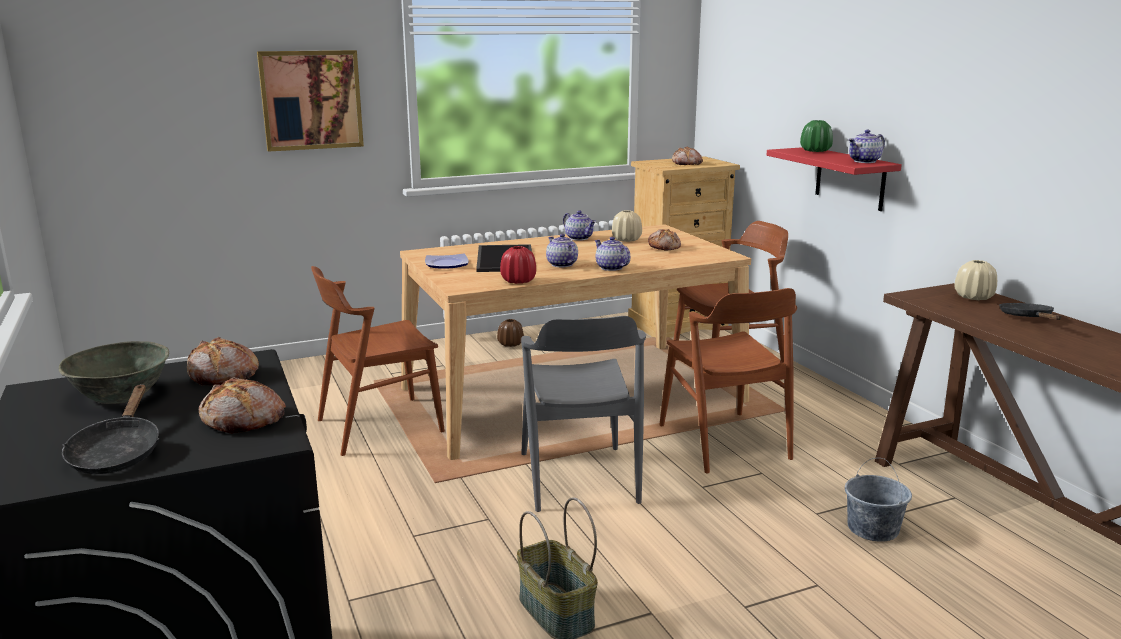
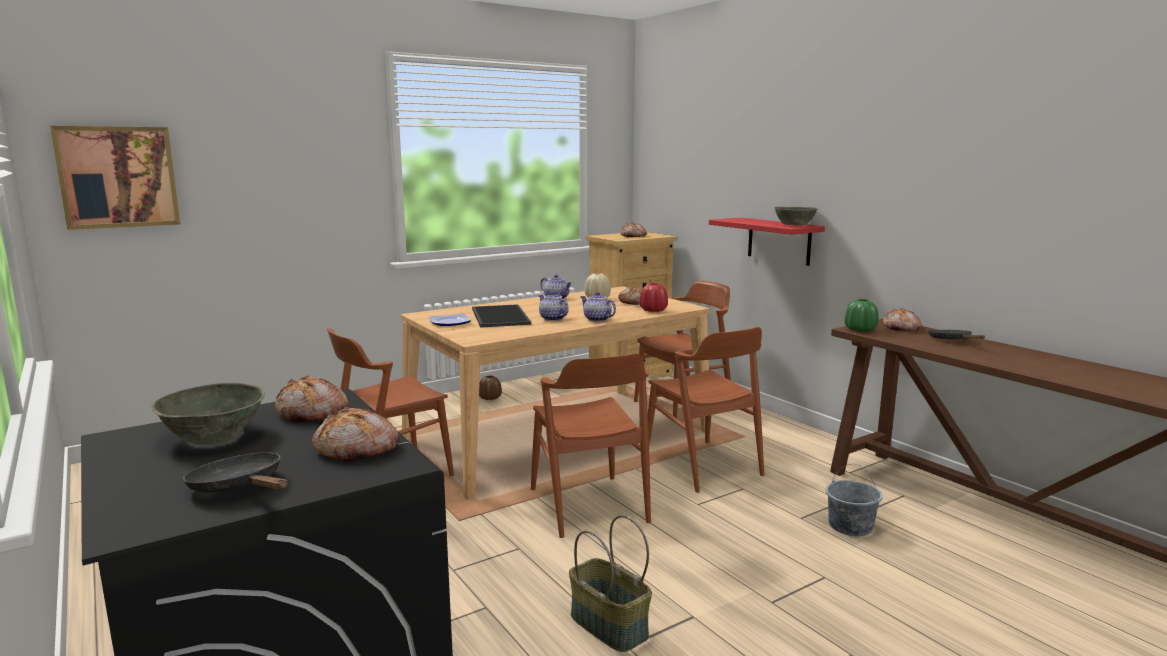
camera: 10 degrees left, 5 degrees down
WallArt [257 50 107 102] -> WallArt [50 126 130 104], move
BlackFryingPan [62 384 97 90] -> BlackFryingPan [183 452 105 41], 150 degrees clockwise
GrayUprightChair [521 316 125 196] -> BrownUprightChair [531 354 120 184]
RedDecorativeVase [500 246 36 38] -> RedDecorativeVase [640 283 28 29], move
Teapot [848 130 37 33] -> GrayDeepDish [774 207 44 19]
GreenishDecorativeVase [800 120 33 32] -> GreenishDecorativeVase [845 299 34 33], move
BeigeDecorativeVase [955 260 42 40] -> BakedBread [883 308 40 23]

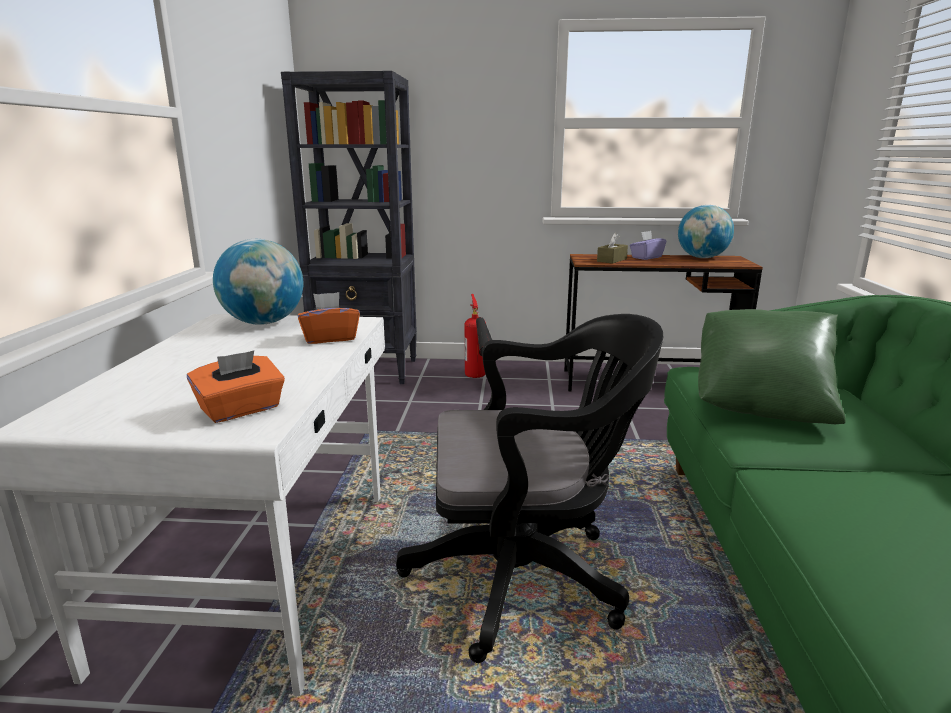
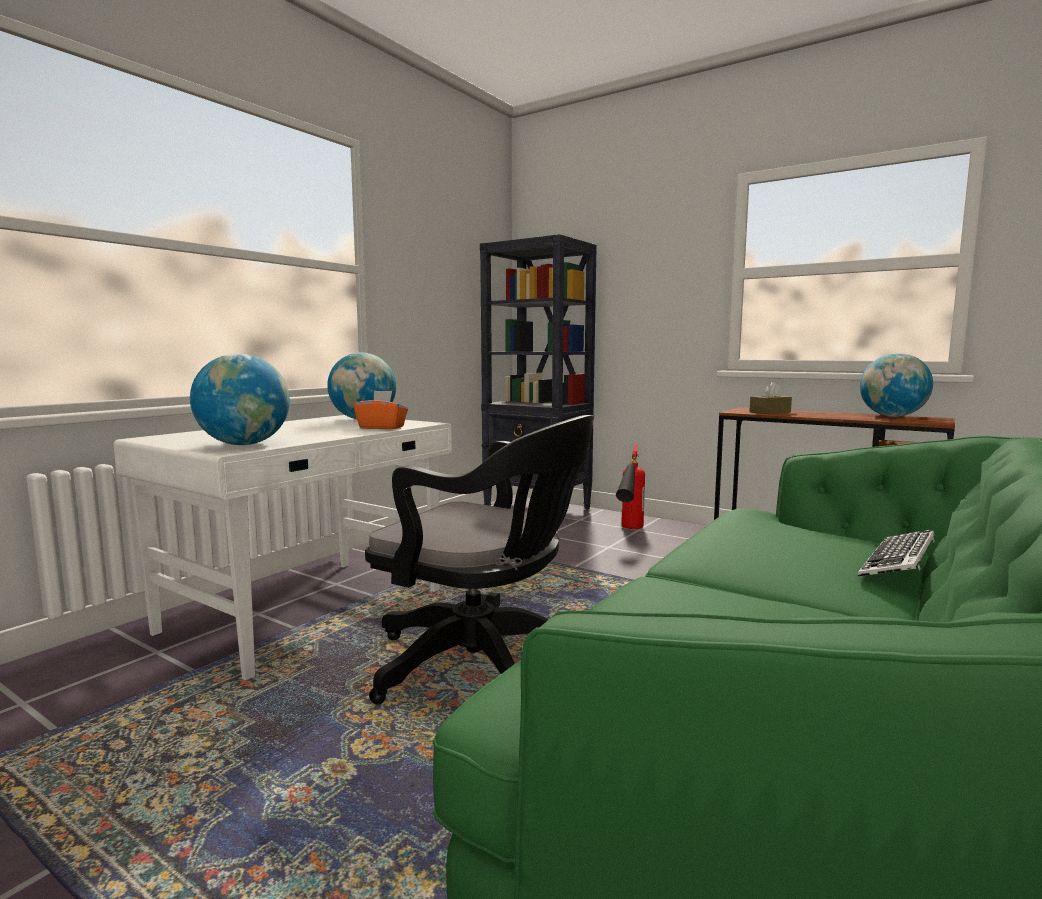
camera: 30 degrees right, 10 degrees down
OrangeColouredTissueBox [187 350 98 73] -> WorldGlobe [190 354 100 91]
none -> Keyboard [858 529 77 47]
PurpleTissueBox [629 231 37 29] -> none
GreenishPillow [698 309 148 115] -> none

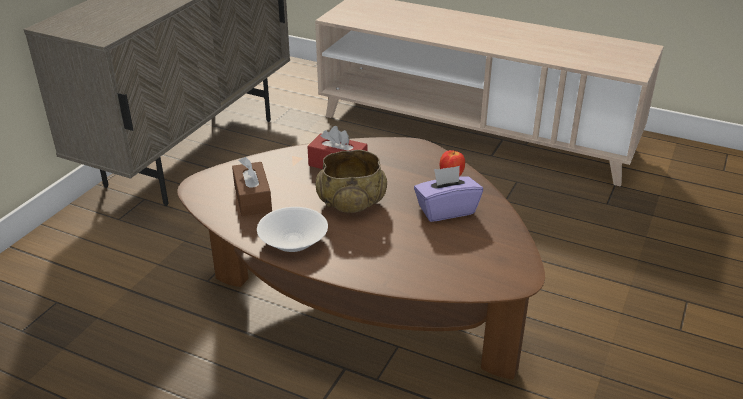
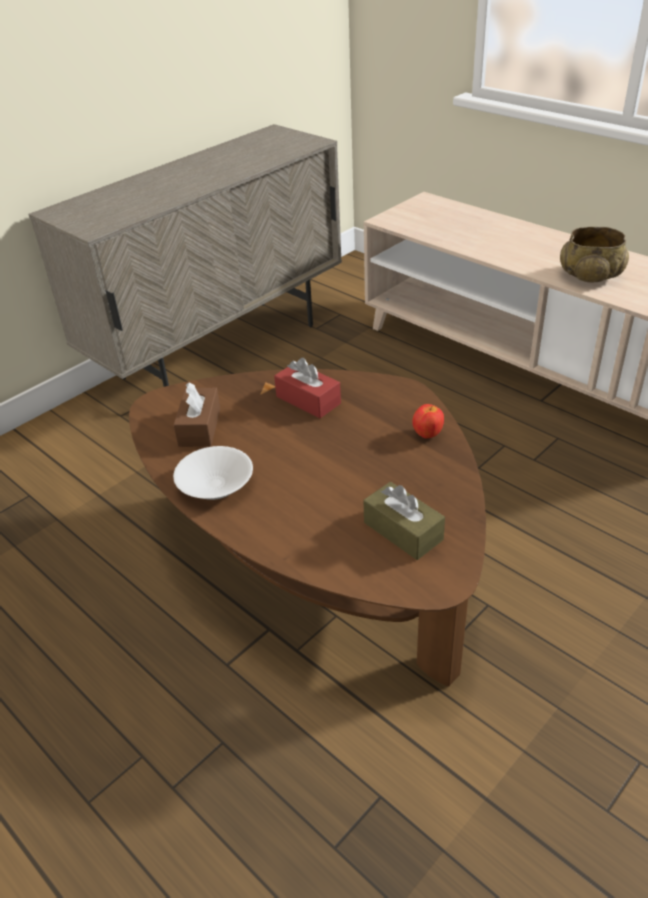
camera: 20 degrees right, 5 degrees up
none -> BrownTissueBox [364 482 81 78]
BeigeDeepDish [315 150 72 63] -> BeigeDeepDish [560 227 69 56], move
PurpleTissueBox [414 166 69 56] -> none

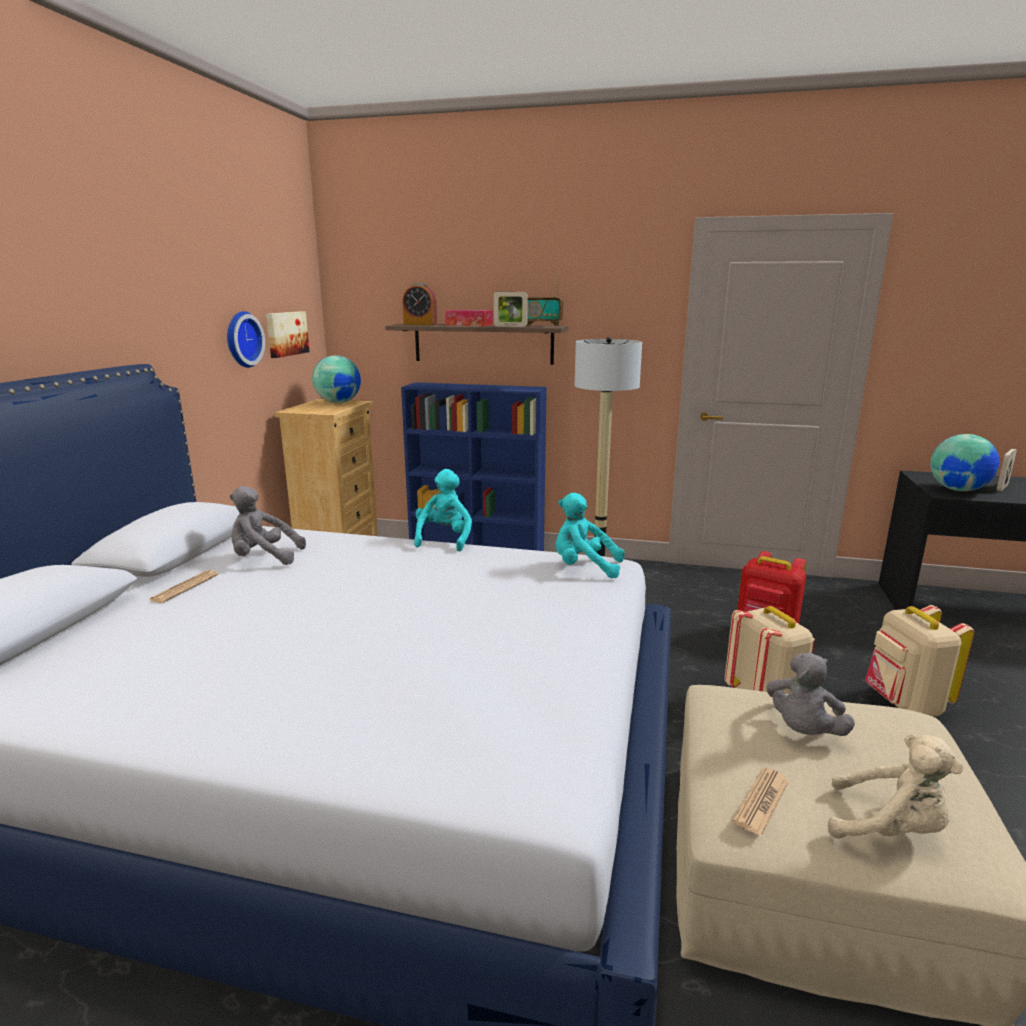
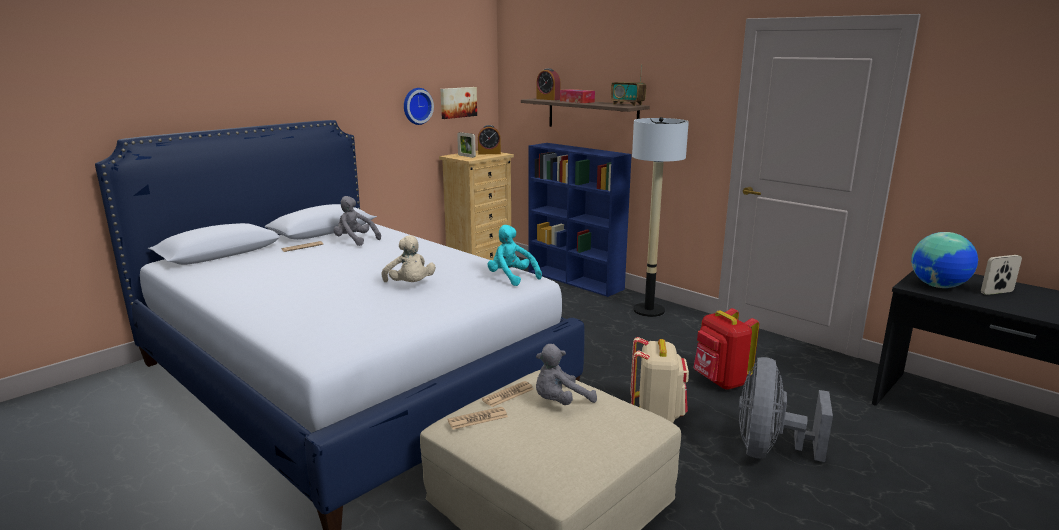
camera: 30 degrees right, 0 degrees up
BeigePlushToy [828 735 135 103] -> BeigePlushToy [382 235 54 47], move
StandingFrame [494 292 34 35] -> StandingFrame [457 132 19 26], move
WorldGlobe [312 355 49 48] -> BedsideClock [478 125 23 29]
none -> PrintedPaper [482 381 52 26]
BeigeRucksack [865 605 109 112] -> GrayElectricFan [739 357 94 105]
TurquoisePlushToy [414 469 58 82] -> none

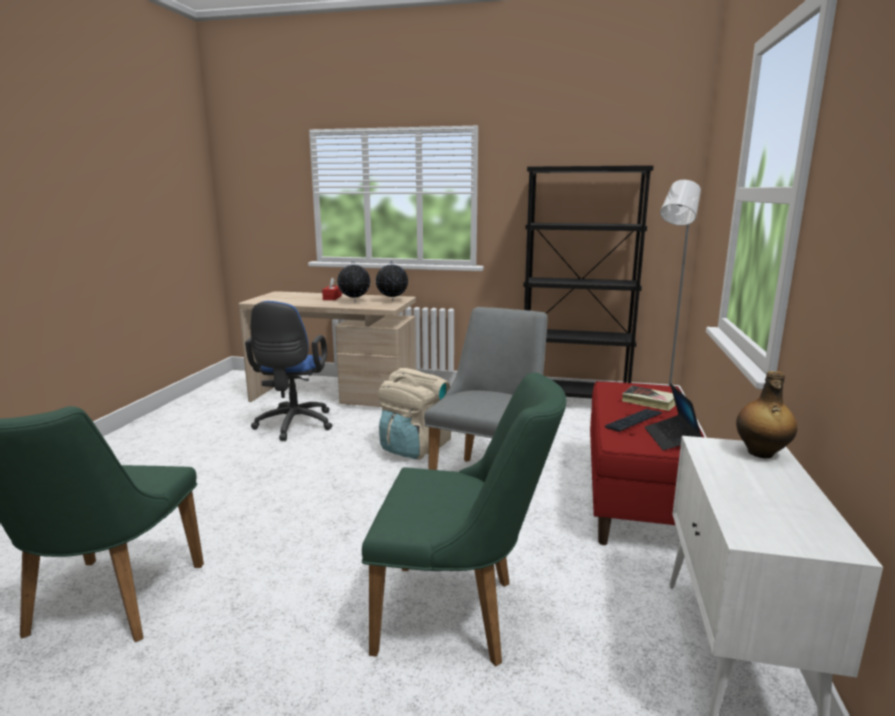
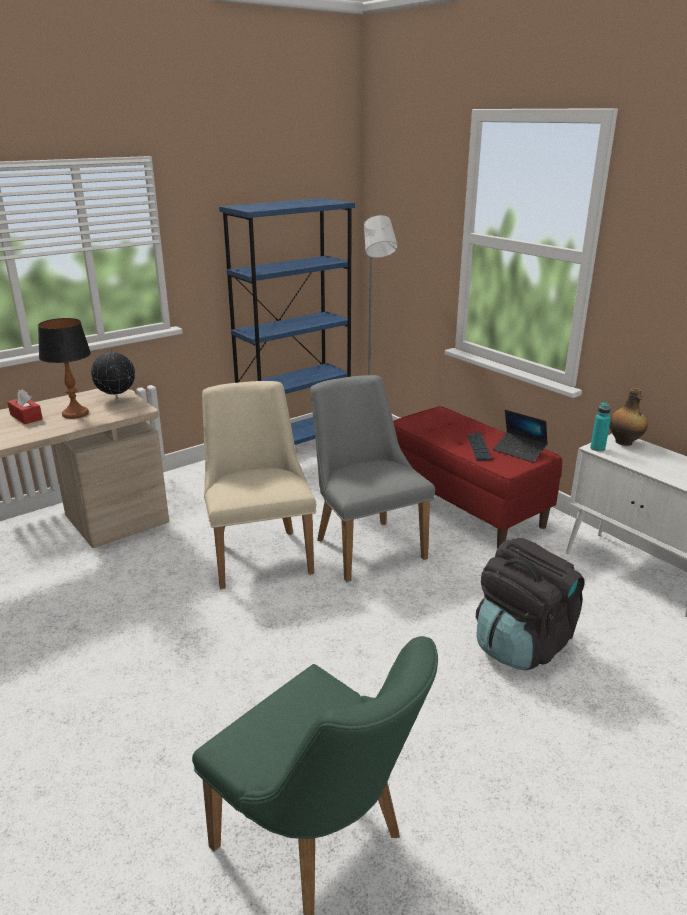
camera: 50 degrees left, 10 degrees up
WorldGlobe [337 263 33 38] -> TableLamp [38 318 53 101]
BeigeRucksack [378 368 73 91] -> BeigeUprightChair [202 381 114 208]
BlackShelvingUnit [523 165 131 234] -> BlueShelvingUnit [219 198 136 247]
GreenishUprightChair [362 372 204 294] -> BlackRucksack [476 538 109 132]
none -> TurquoiseBottle [590 402 21 50]
BlueComputerChair [245 301 88 140] -> none
Volume [622 386 54 25] -> none

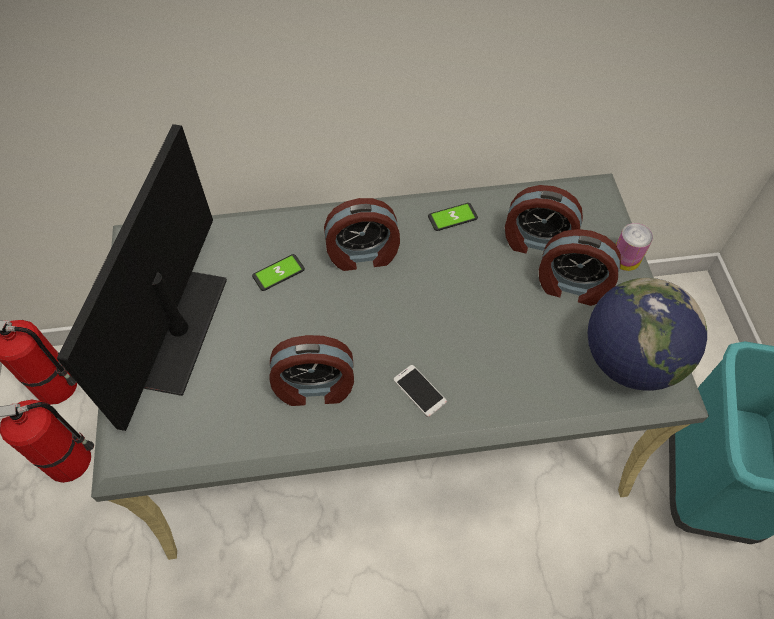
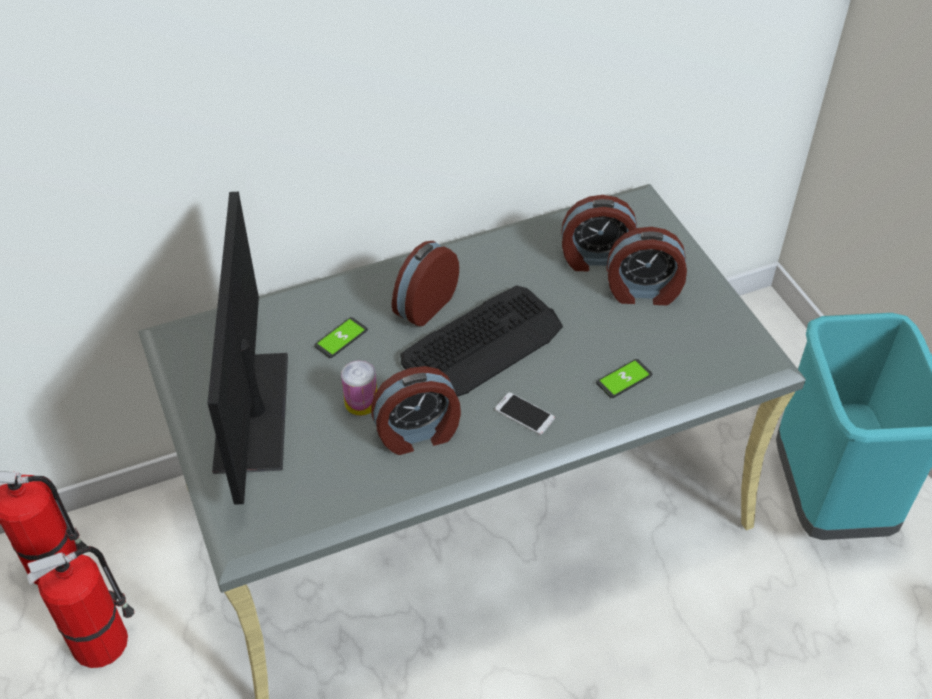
camera: 15 degrees left, 10 degrees down
MetalCan [616 223 37 48] -> MetalCan [341 361 36 55], move
BedsideClock [324 198 76 73] -> BedsideClock [392 241 67 85], 150 degrees clockwise
none -> Keyboard [400 285 163 112]
Telephone [428 203 50 28] -> Telephone [596 359 56 39], move
WorldGlobe [588 278 119 113] -> none

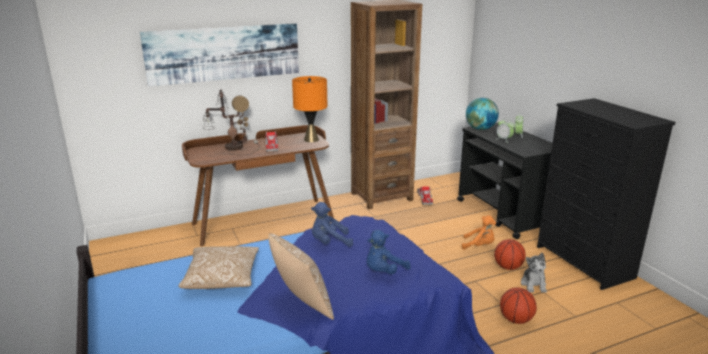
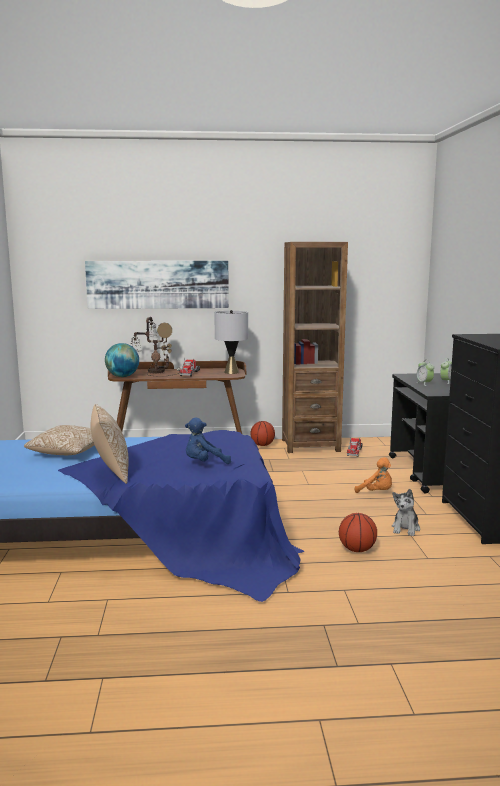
camera: 20 degrees right, 10 degrees down
WorldGlobe [466 98 33 32] -> WorldGlobe [105 343 34 34], move
OrangeColouredTableLamp [292 76 35 66] -> GrayTableLamp [214 310 34 64]
BallForBasketball [494 239 32 31] -> BallForBasketball [251 421 24 25], move
BluePlushToy [311 202 42 45] -> none

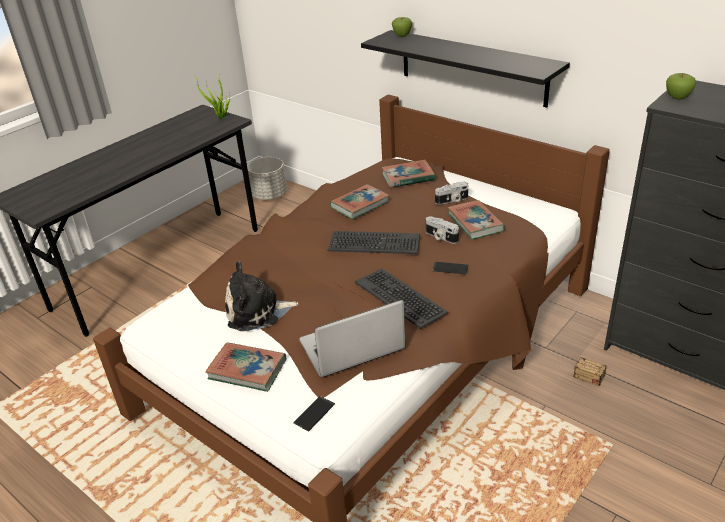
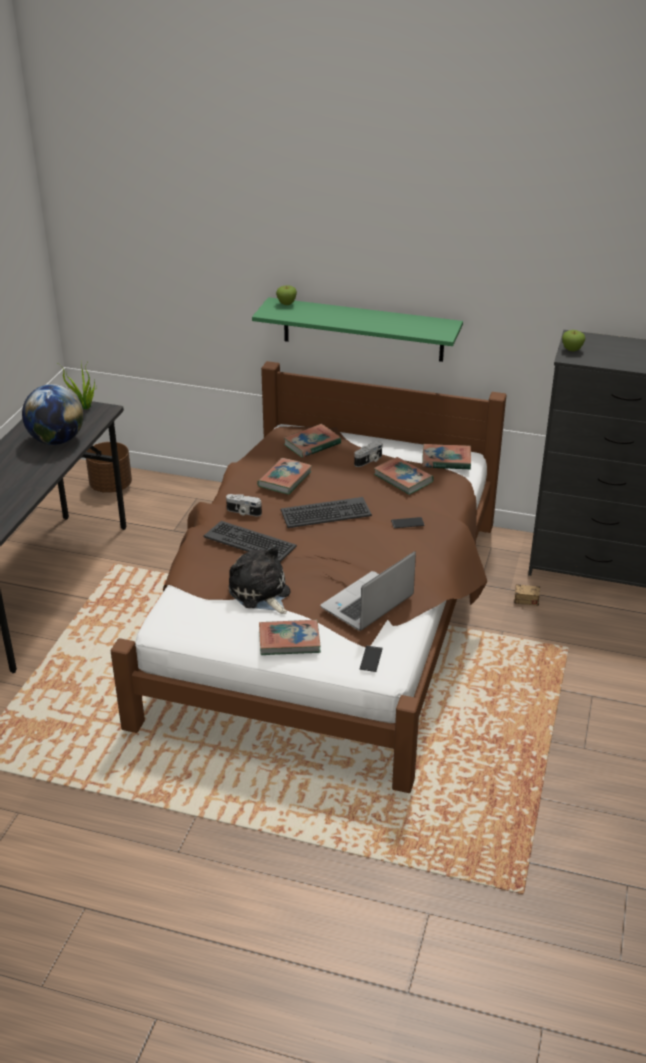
camera: 25 degrees left, 0 degrees up
none -> WorldGlobe [22 384 62 61]
GrayPlanter [247 157 40 43] -> BrownPlanter [86 442 46 51]
Keyboard [355 268 93 61] -> Keyboard [203 521 94 41], move
PhotoCamera [426 216 33 28] -> PhotoCamera [226 494 36 22], move
PlushToy [225 261 74 70] -> PlushToy [229 544 62 70], 90 degrees clockwise
BlackBracketShelf [361 30 209 78] -> GreenishBracketShelf [252 297 211 65]
none -> Volume [422 444 49 26]

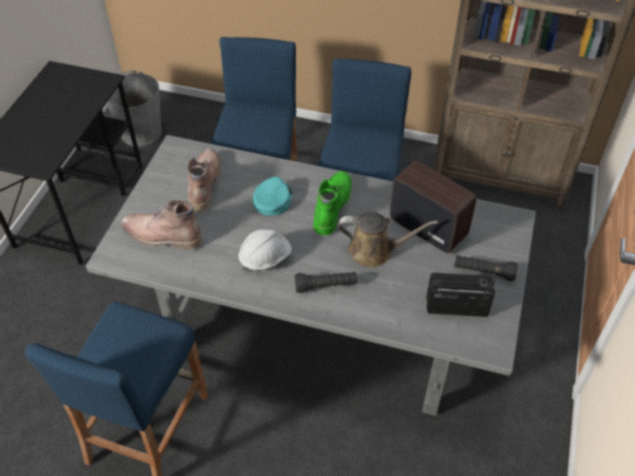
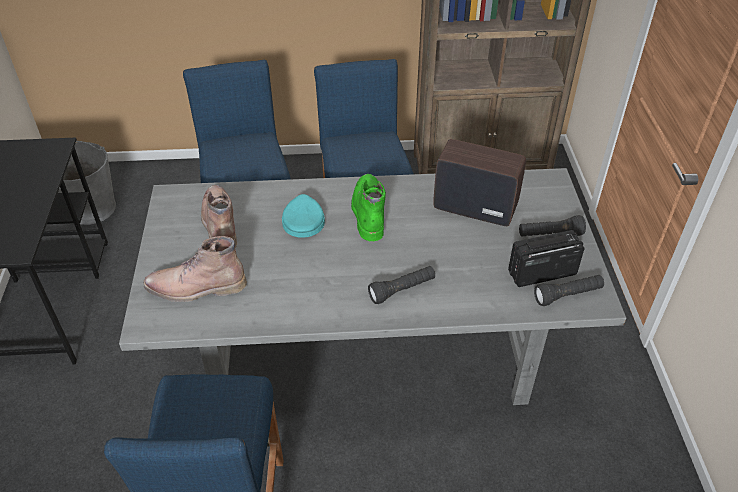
camera: 20 degrees left, 5 degrees down
none -> BlackTorch [534 275 70 31]
WhiteColouredHardHat [239 229 53 42] -> none
BrownWateringCan [338 212 100 56] -> none

